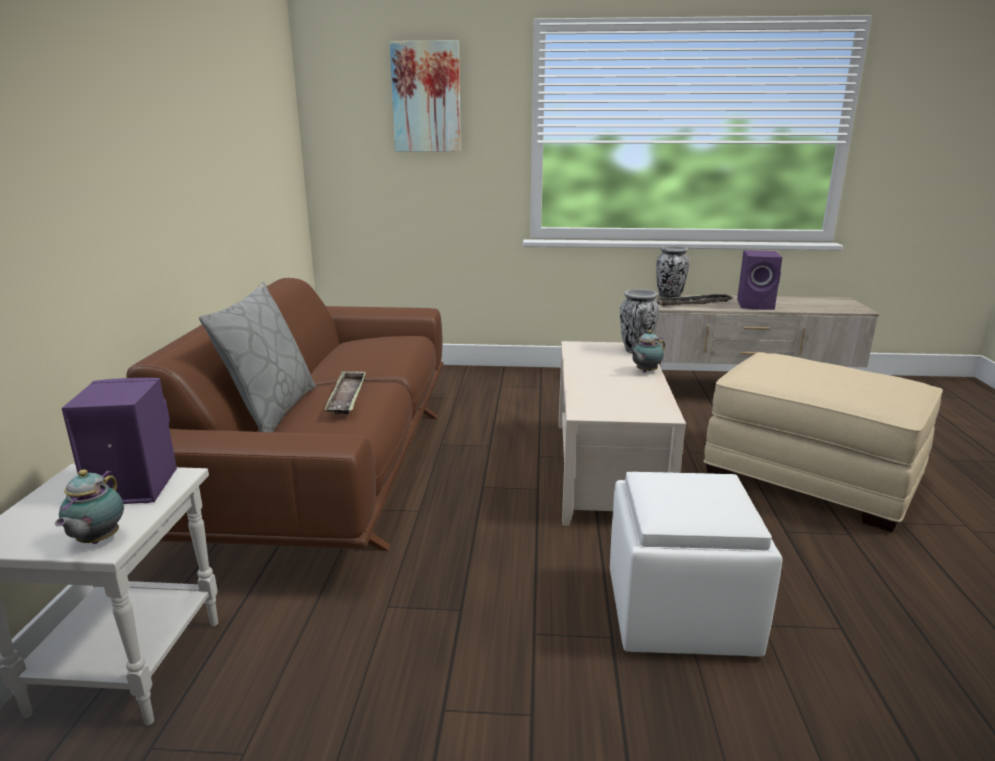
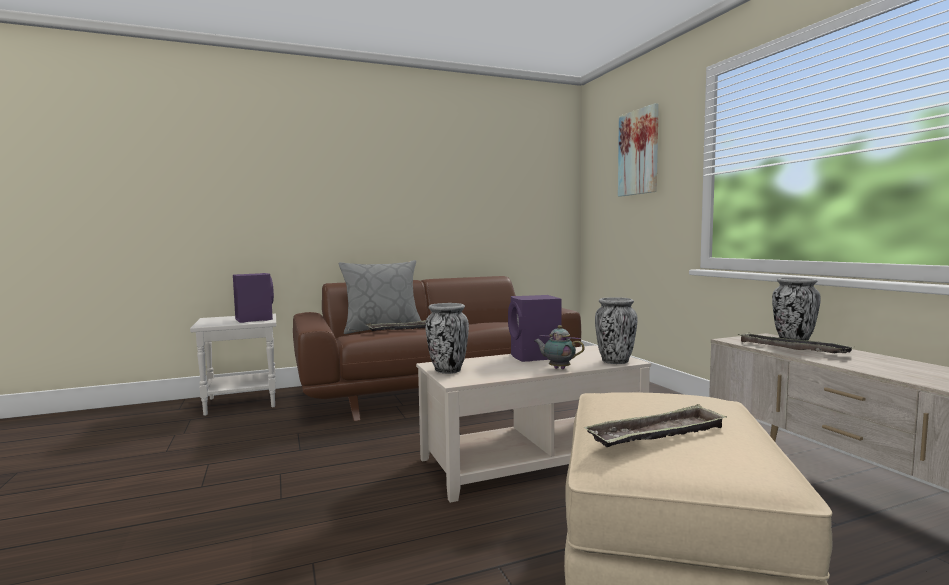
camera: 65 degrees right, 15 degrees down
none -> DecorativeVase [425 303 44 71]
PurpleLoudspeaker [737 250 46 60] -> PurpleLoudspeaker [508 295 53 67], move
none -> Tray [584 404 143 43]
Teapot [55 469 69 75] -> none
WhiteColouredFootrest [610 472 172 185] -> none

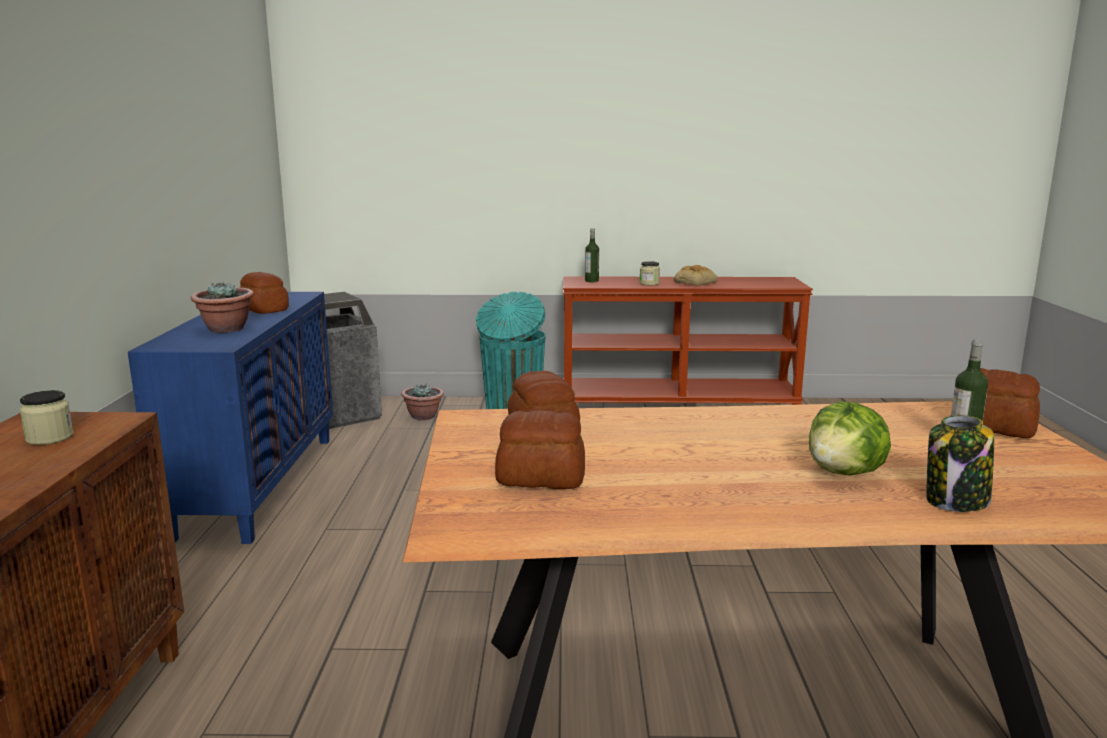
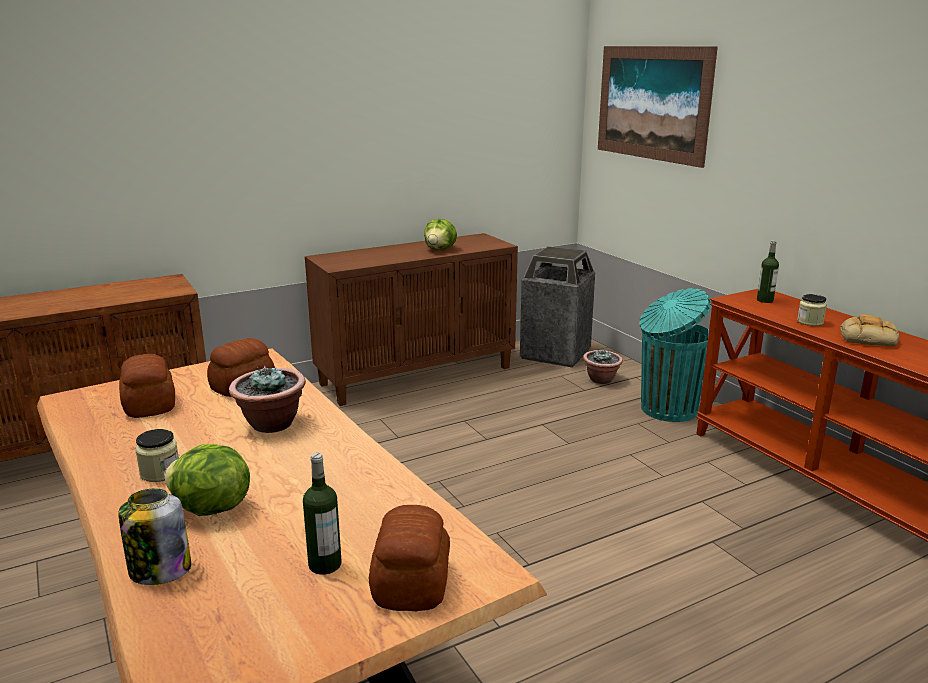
camera: 60 degrees right, 5 degrees up
Jar [20 390 53 55] -> Jar [135 429 44 53], move
PottedPlant [191 282 63 51] -> PottedPlant [229 366 77 67], move
BlueCupboard [128 292 205 252] -> BrownCupboard [305 233 213 173]
BakedBread [240 272 49 42] -> HeadOfLettuce [424 219 33 31]
none -> WallArt [598 46 120 122]

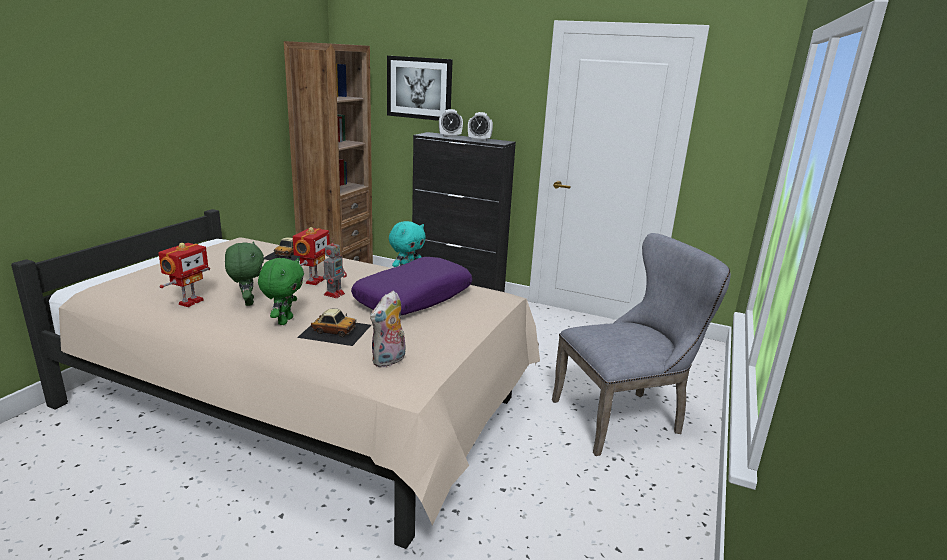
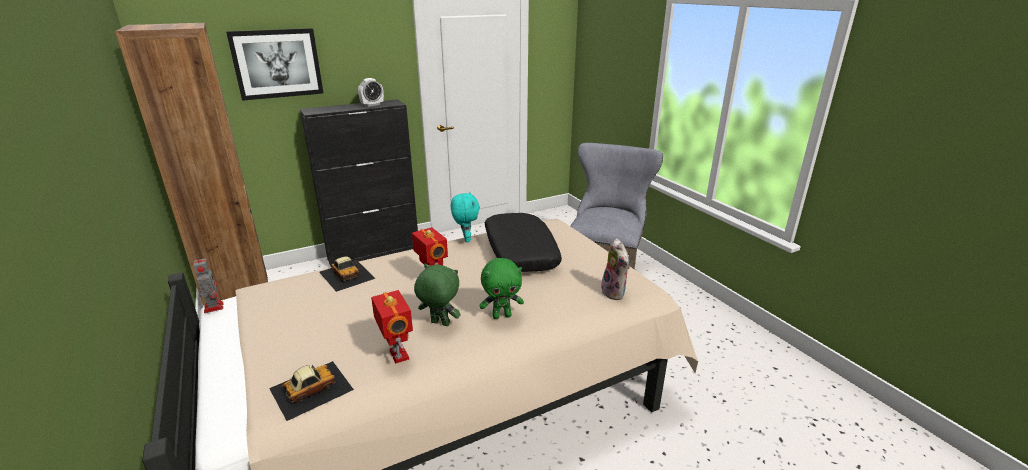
camera: 50 degrees left, 5 degrees up
ModelRobot [323 238 24 60] -> ModelRobot [193 255 30 58], move
ModelCar [297 309 74 37] -> ModelCar [269 361 85 60], move
GreenishPlushToy [258 258 46 67] -> GreenishPlushToy [480 258 44 61], 120 degrees clockwise
PurplePillow [351 257 121 58] -> BlackPillow [485 213 77 59]
BedsideClock [439 109 24 28] -> none

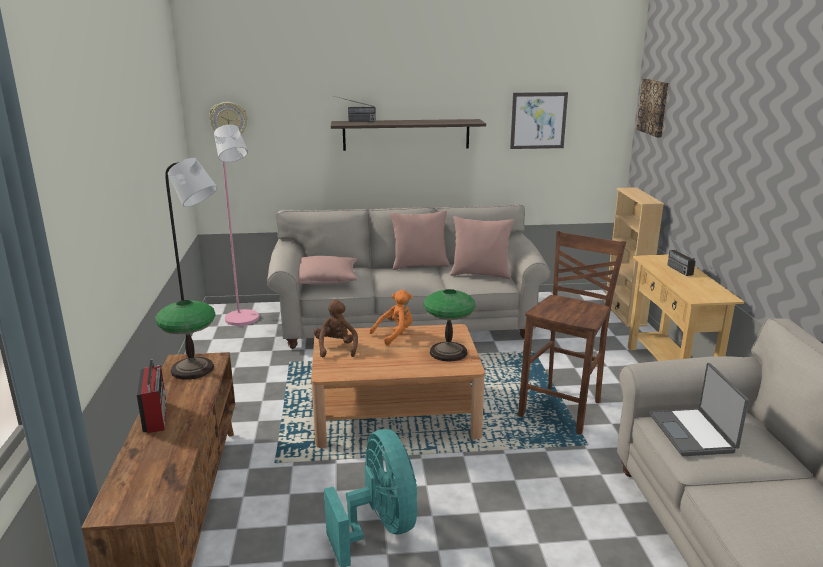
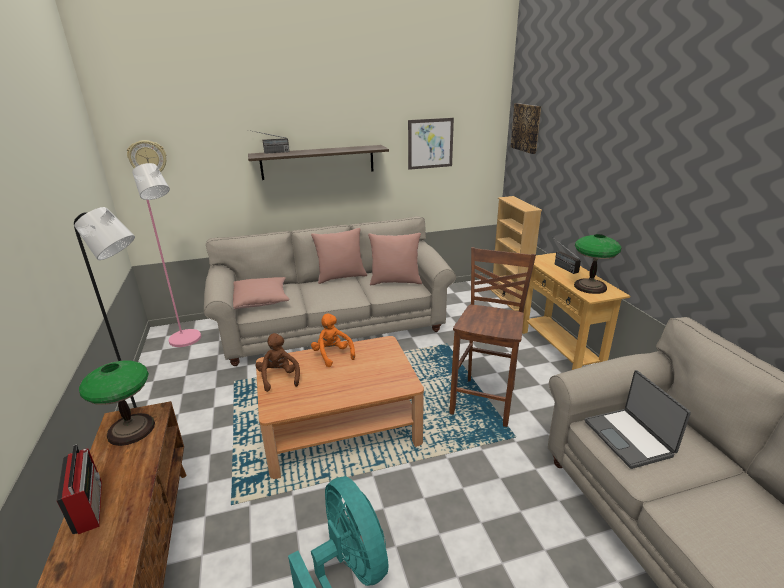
camera: 10 degrees left, 5 degrees up
OrangeColouredPlushToy [370 290 43 55] -> OrangeColouredPlushToy [311 313 44 54], 75 degrees counterclockwise
TableLamp [424 289 52 73] -> TableLamp [574 234 47 60], move

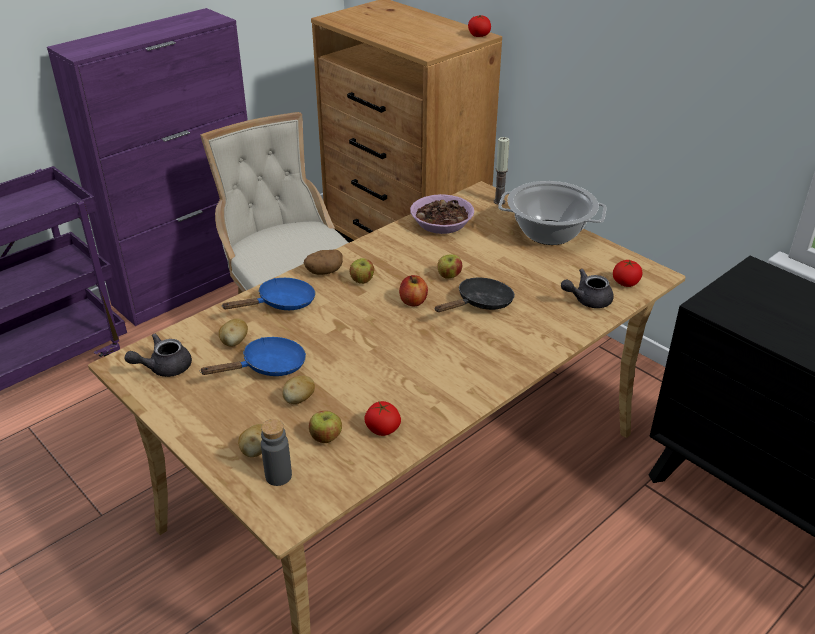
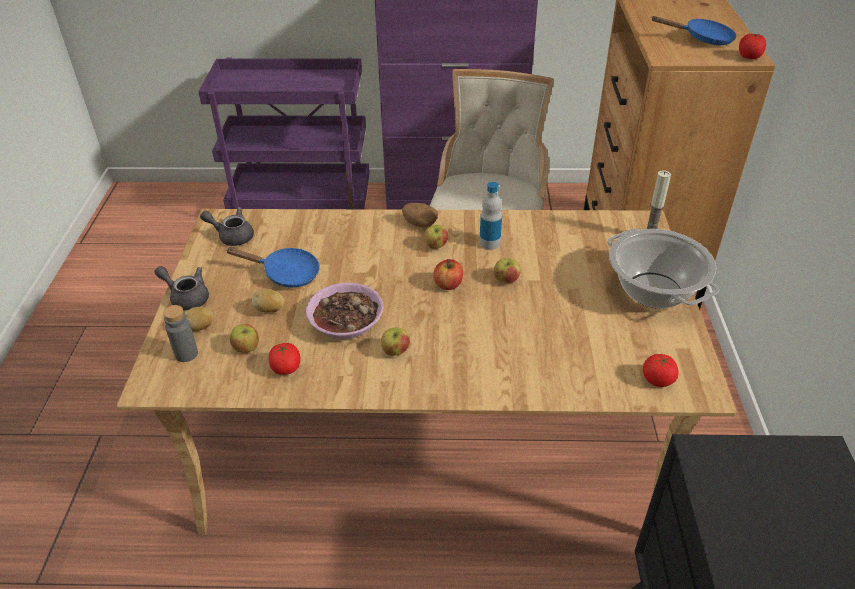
camera: 45 degrees right, 5 degrees up
GrayTeapot [561 269 53 39] -> GrayTeapot [154 266 55 44], move
DeepDish [410 194 64 40] -> DeepDish [306 283 77 56], move
none -> Apple [381 328 29 28]
none -> Bottle [479 182 23 68]
BlueFryingPan [221 278 94 32] -> BlueFryingPan [652 16 85 29], move
WholePotato [219 318 29 29] -> none
BlackFryingPan [434 278 81 34] -> none

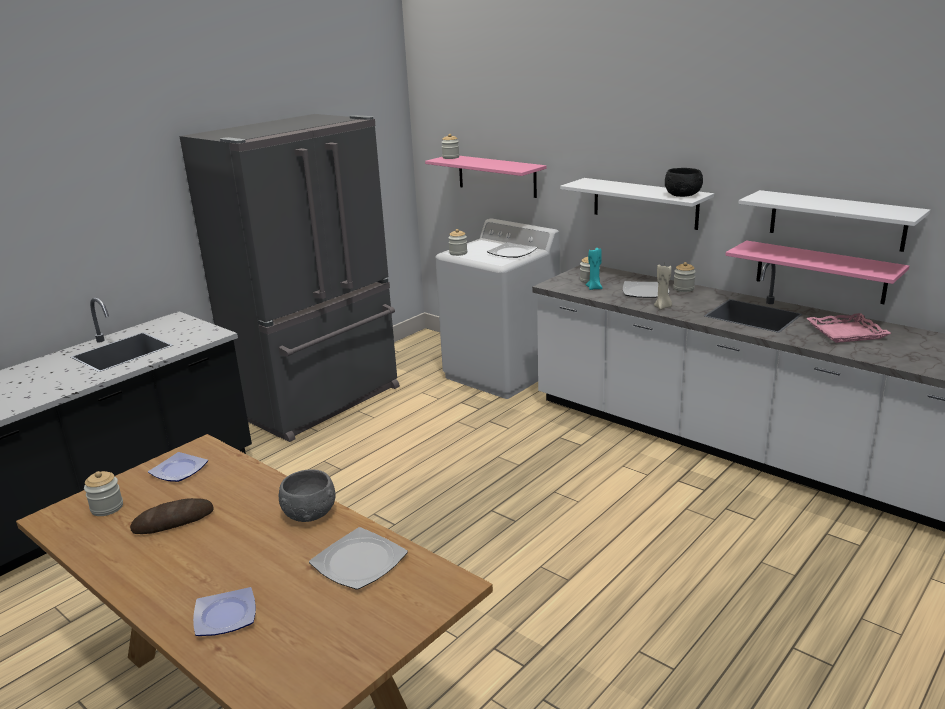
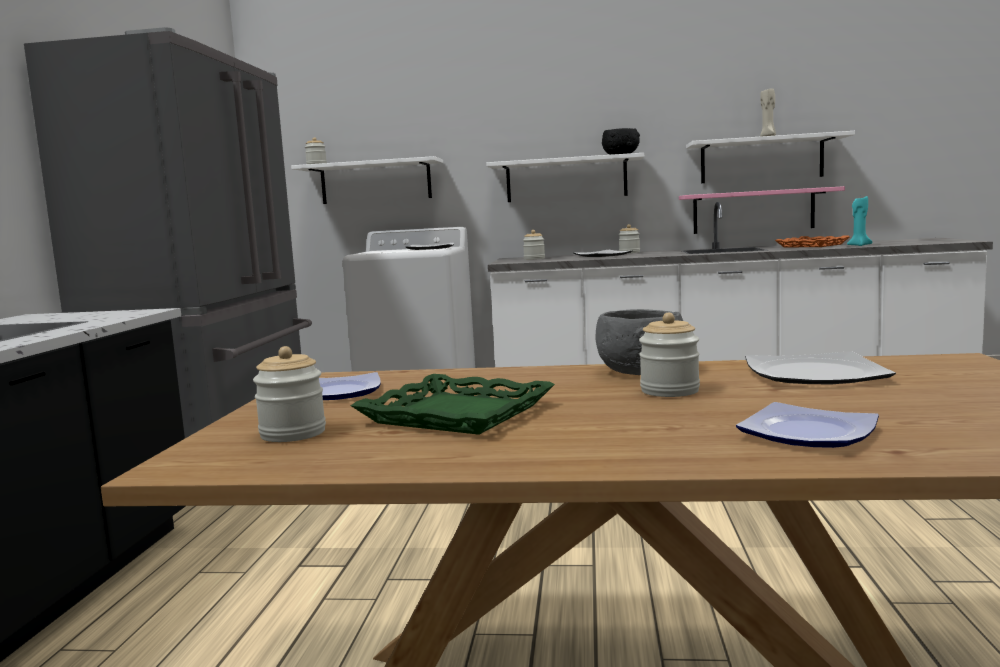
camera: 35 degrees left, 15 degrees down
PinkColouredBracketShelf [425 156 122 42] -> WhiteColouredBracketShelf [291 156 152 48]
BakedBread [130 498 84 36] -> GreenishTray [351 374 204 61]
Jar [448 229 19 27] -> Jar [639 313 61 84], move
BeigeWaxLight [654 264 18 46] -> BeigeWaxLight [760 88 16 49], move
PinkColouredTray [806 313 85 30] -> OrangeColouredTray [775 236 75 11]
TurquoiseWaxLight [586 248 17 42] -> TurquoiseWaxLight [847 196 25 50], move

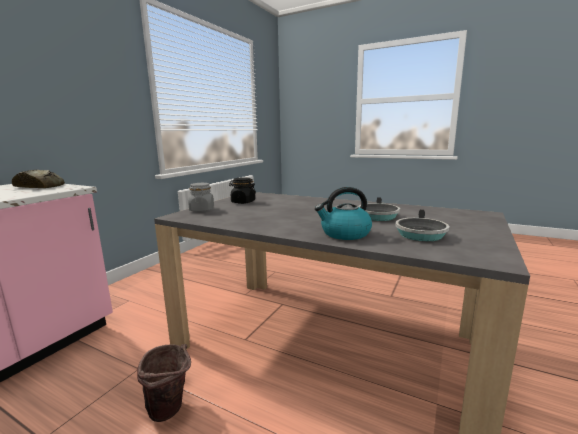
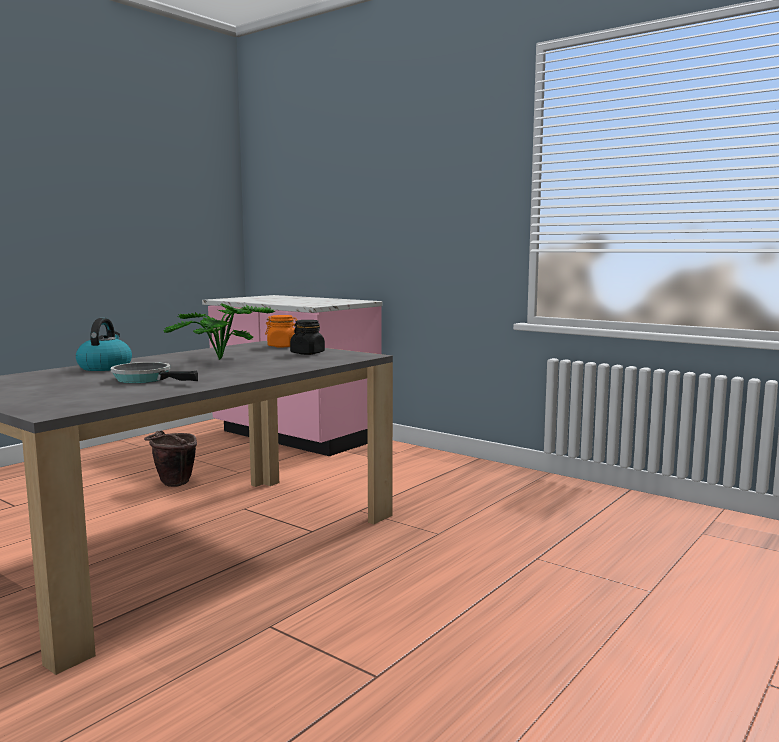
camera: 100 degrees right, 5 degrees down
none -> PottedPlant [164 303 111 57]
GrayJar [188 183 26 29] -> OrangeColouredJar [265 315 32 33]
BakedBread [12 170 53 18] -> none
FryingPan [395 210 54 31] -> none

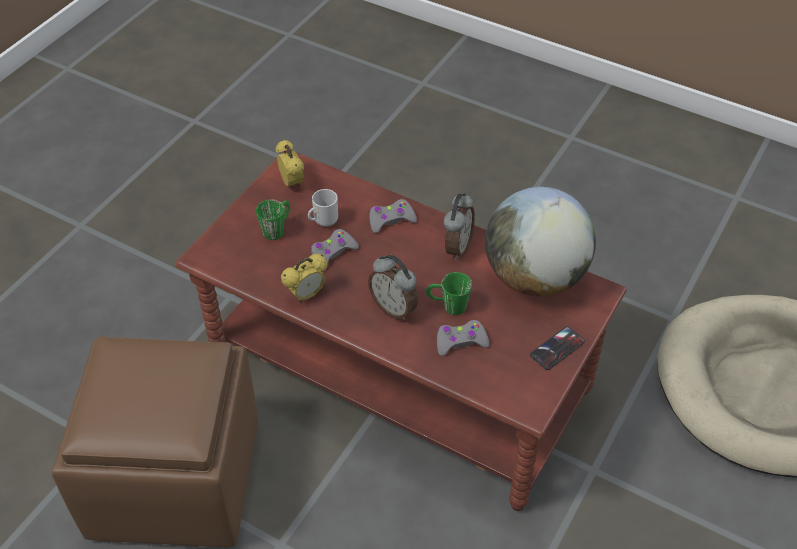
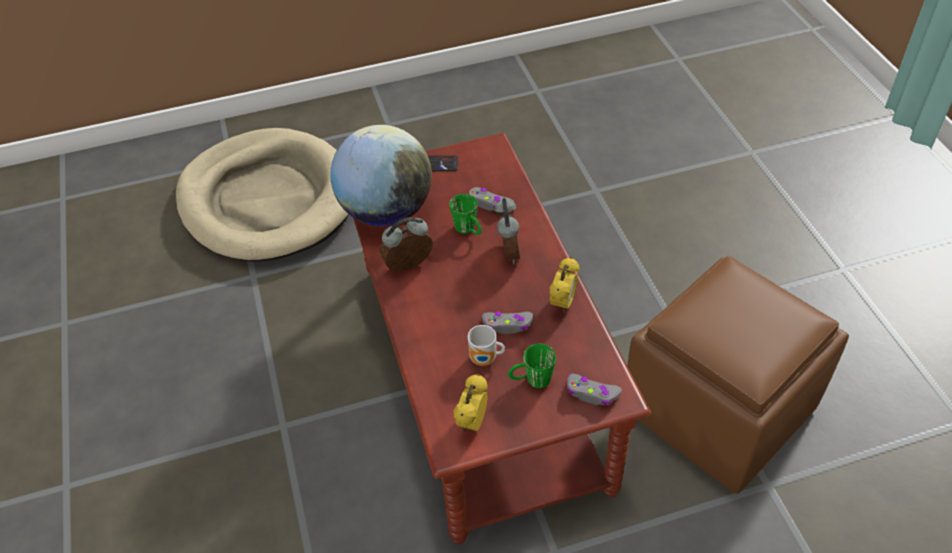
camera: 135 degrees left, 0 degrees up
BedsideClock [281 254 46 49] -> BedsideClock [550 257 30 55], 105 degrees clockwise
GrayGameController [369 199 48 34] -> GrayGameController [567 374 55 32], move

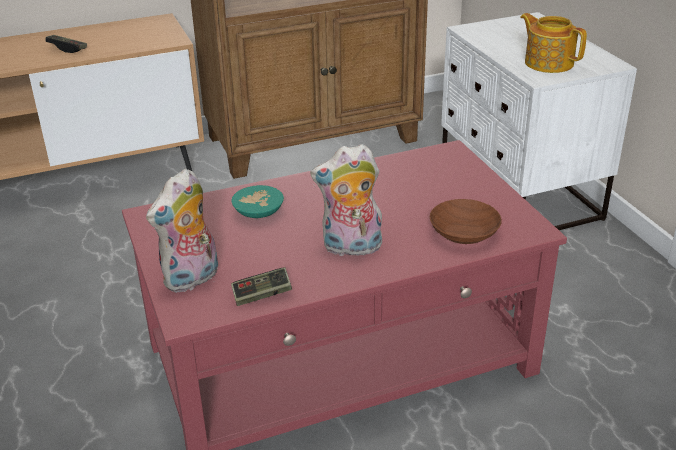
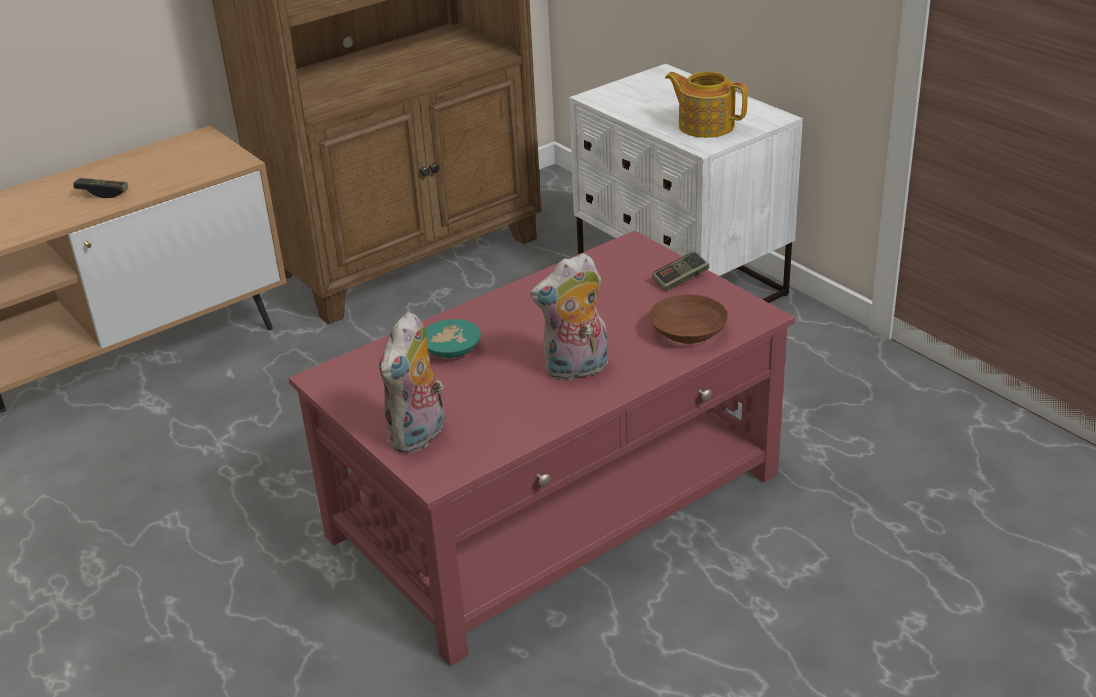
camera: 15 degrees left, 0 degrees up
GameController [231 267 61 39] -> GameController [652 251 57 40], move

